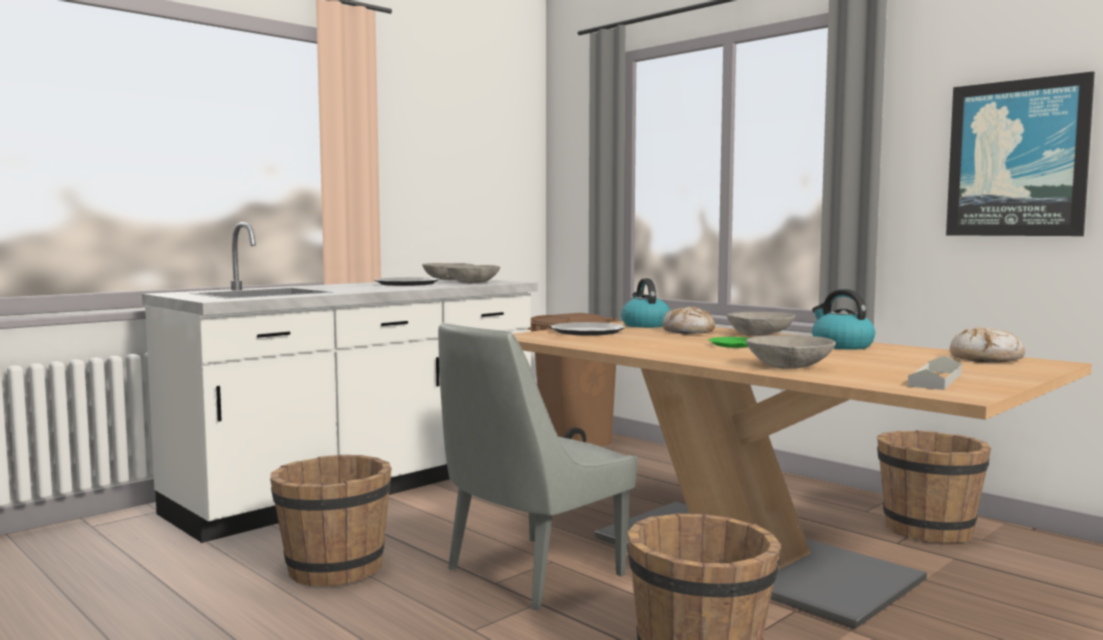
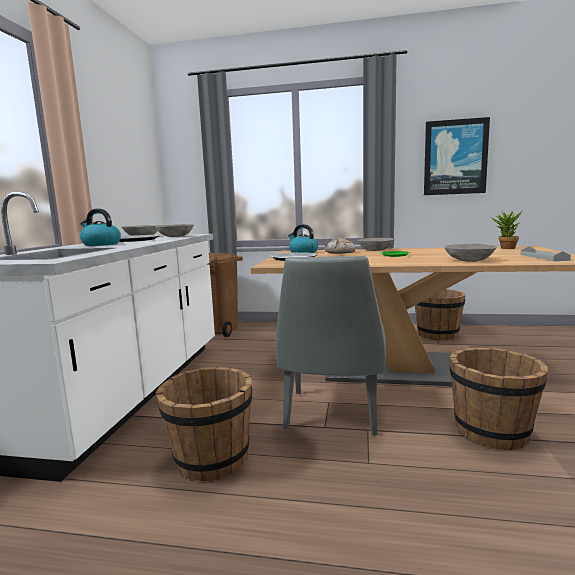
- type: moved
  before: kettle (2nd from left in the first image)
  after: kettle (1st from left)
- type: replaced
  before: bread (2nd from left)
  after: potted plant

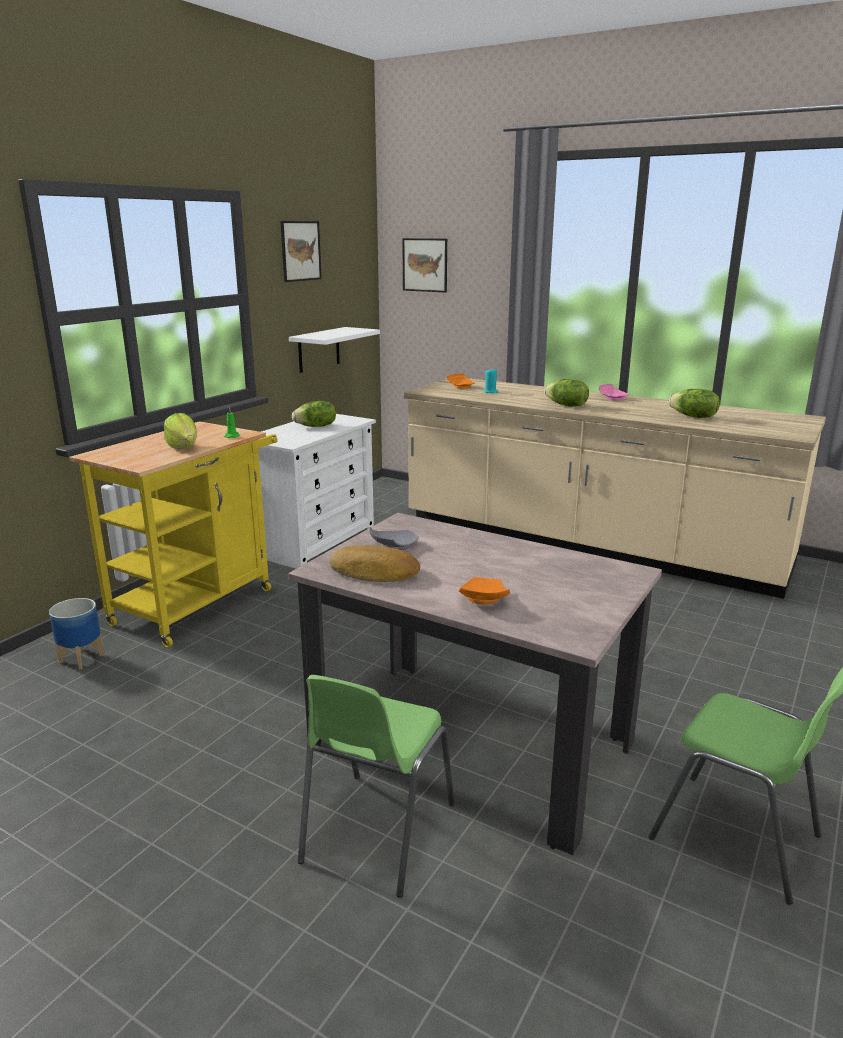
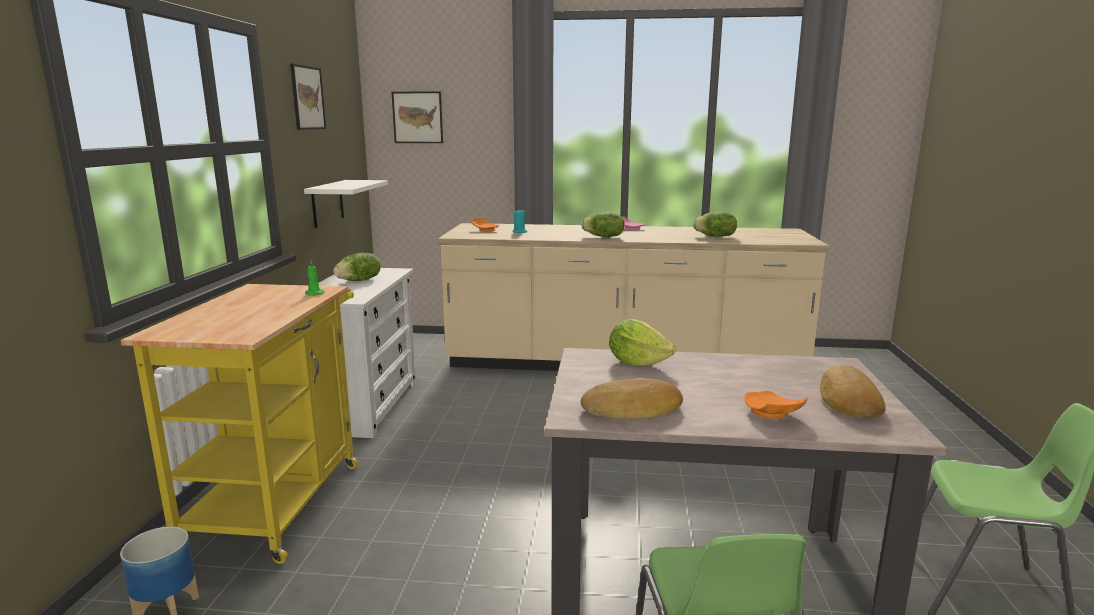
- type: moved
  before: lettuce (1st from left in the first image)
  after: lettuce (3rd from left)
- type: added
  after: bread (2nd from left)
- type: removed
  before: grey plate

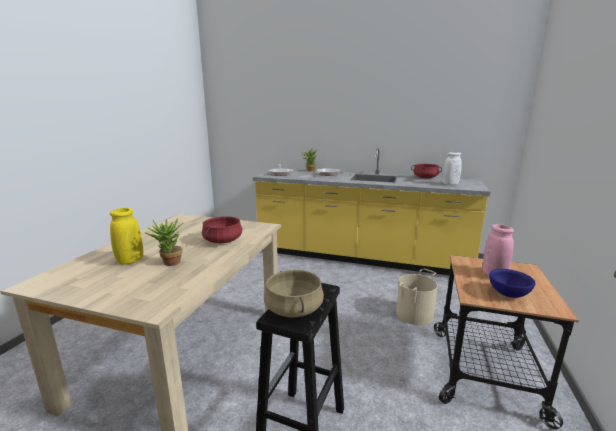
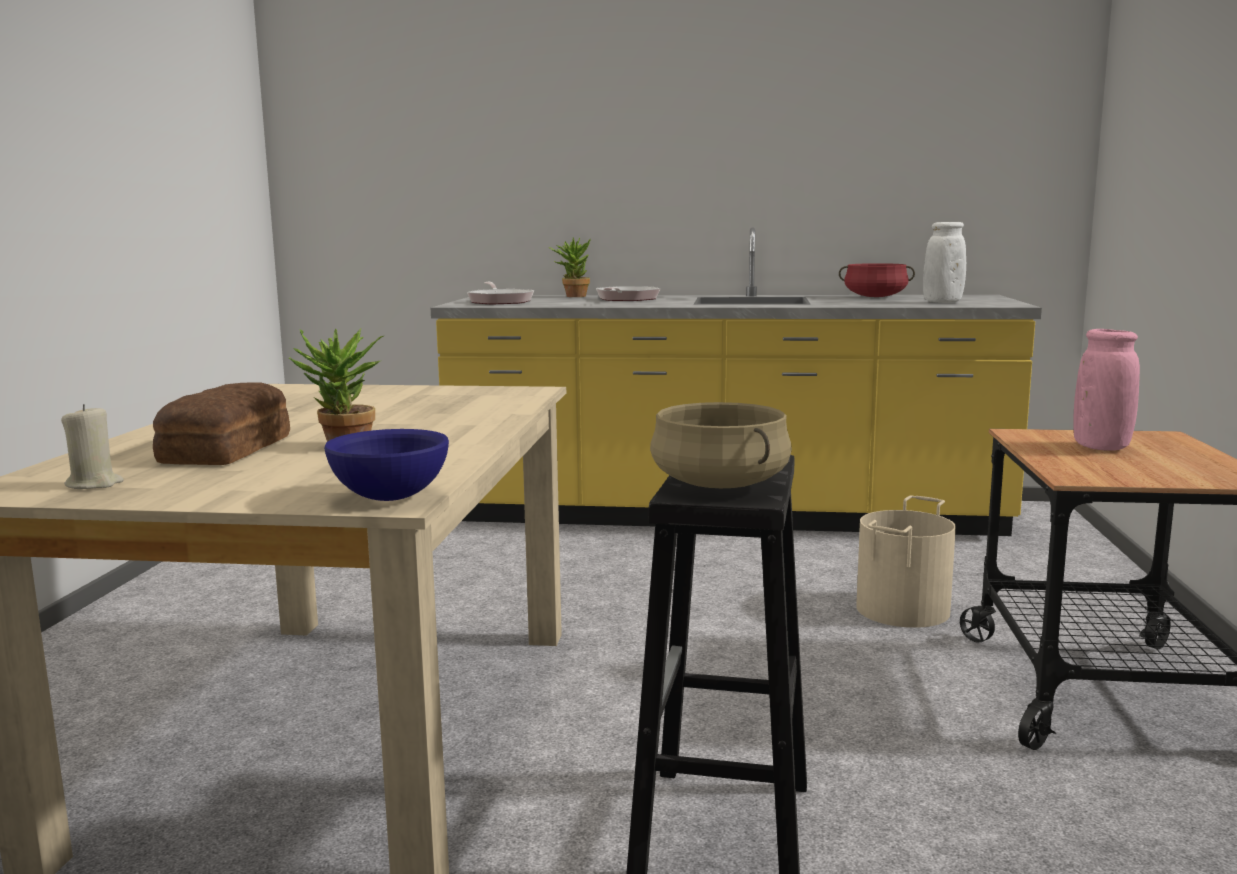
- type: added
  after: beige candle
- type: replaced
  before: yellow vase
  after: bread
- type: moved
  before: blue bowl
- type: removed
  before: red cooking pot (1st from left)

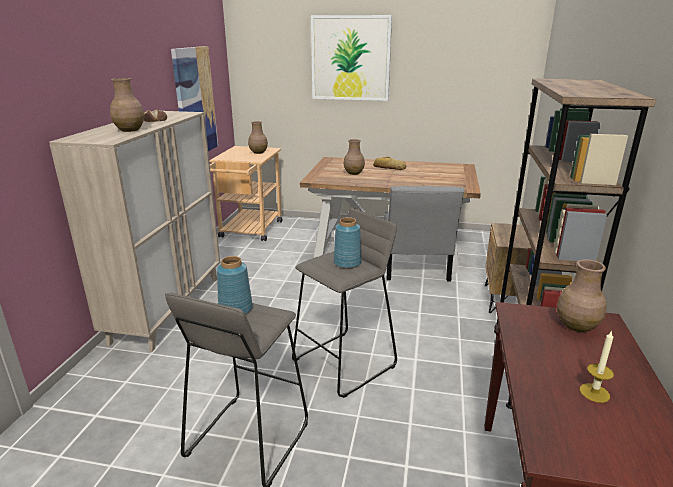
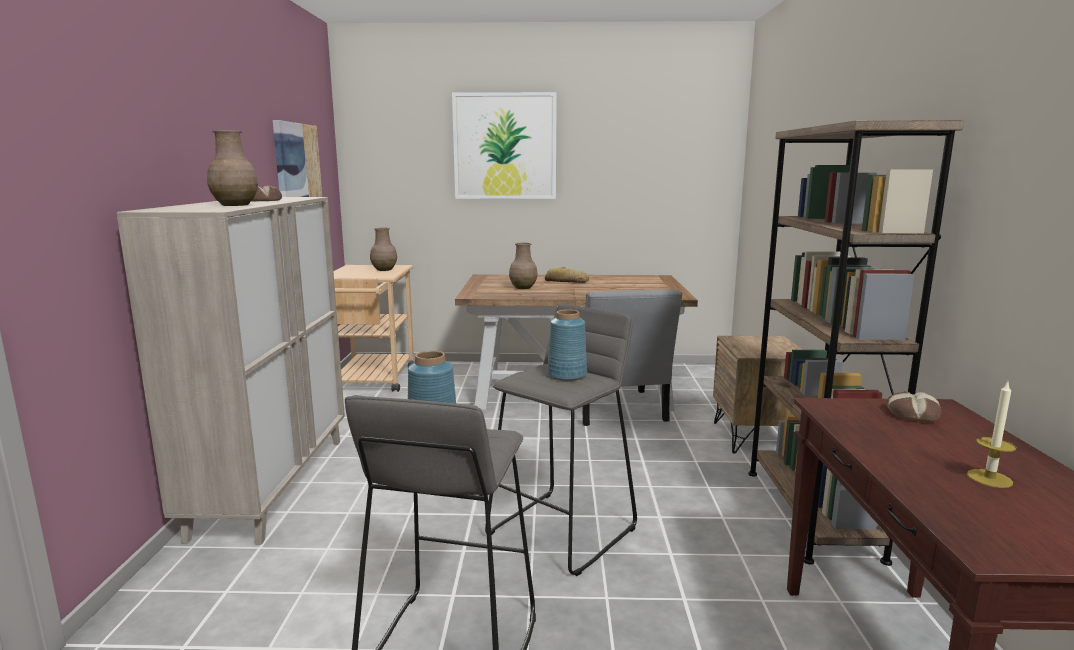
- type: replaced
  before: brown vase (4th from left)
  after: bread (3rd from left)

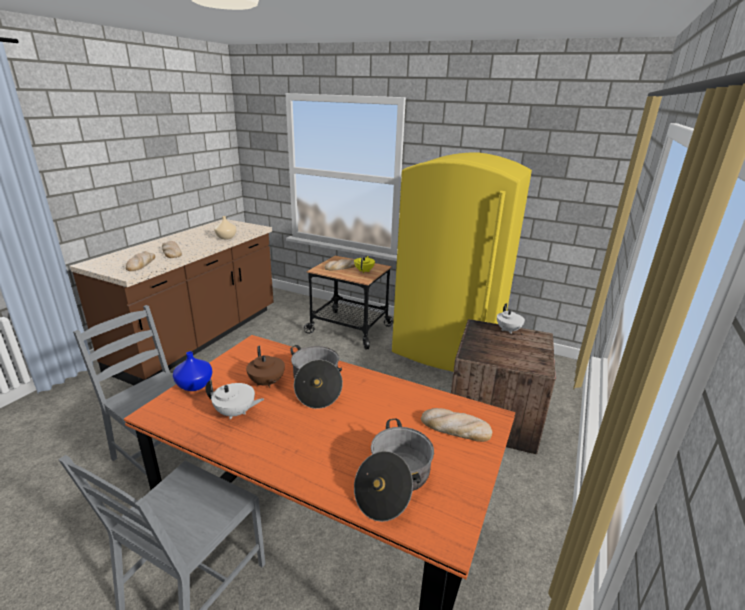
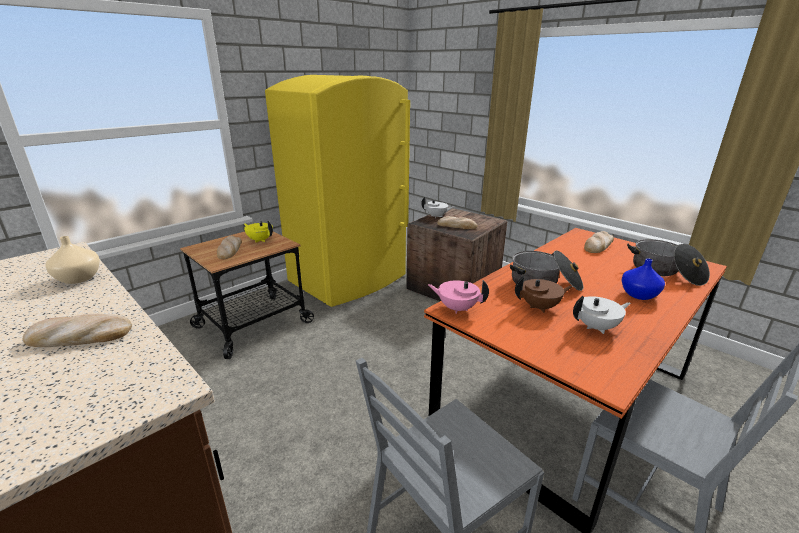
- type: added
  after: pink teapot
- type: moved
  before: bread (1st from left in the first image)
  after: bread (3rd from left)
- type: turned
  before: white teapot (1st from left in the first image)
  turn: 45
- type: moved
  before: blue vase

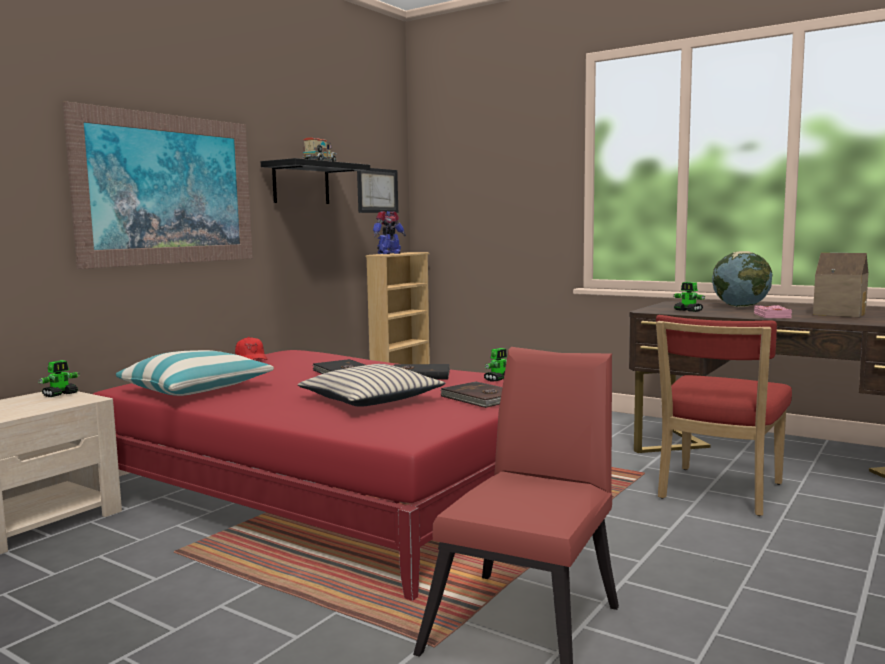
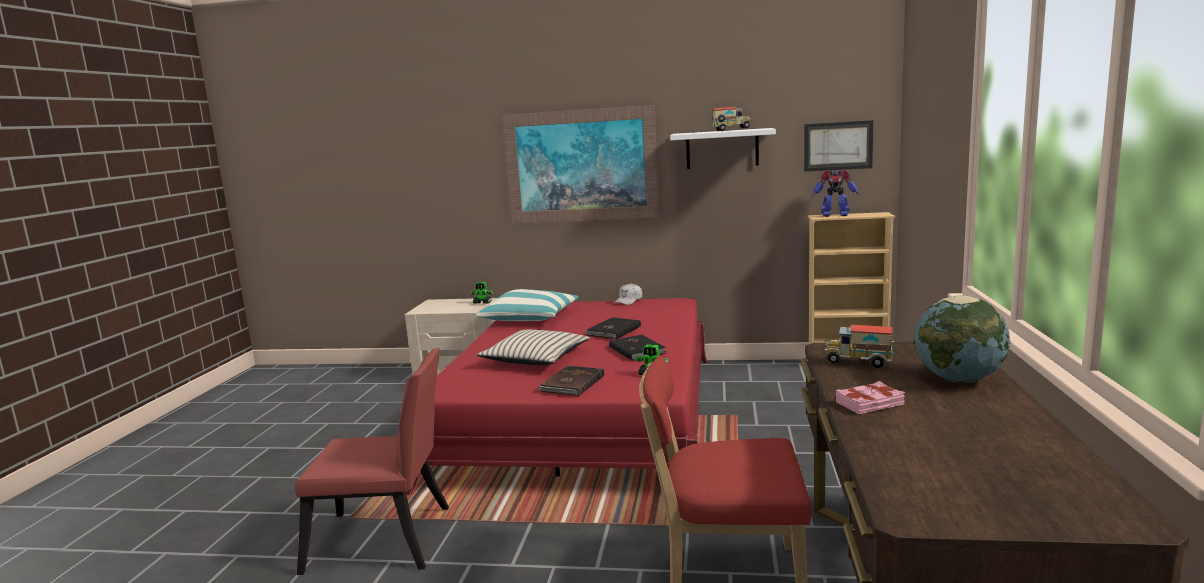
- type: recoloured
  before: red cap
  after: white cap
- type: recoloured
  before: black shelf
  after: white shelf
- type: replaced
  before: toy robot (4th from left)
  after: toy truck (2nd from left)
- type: removed
  before: toy house

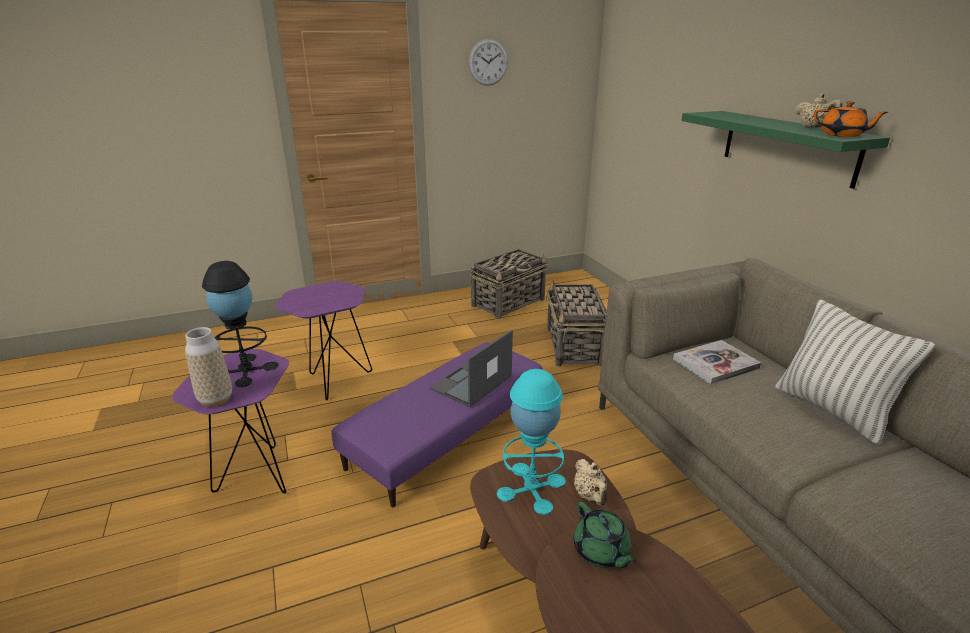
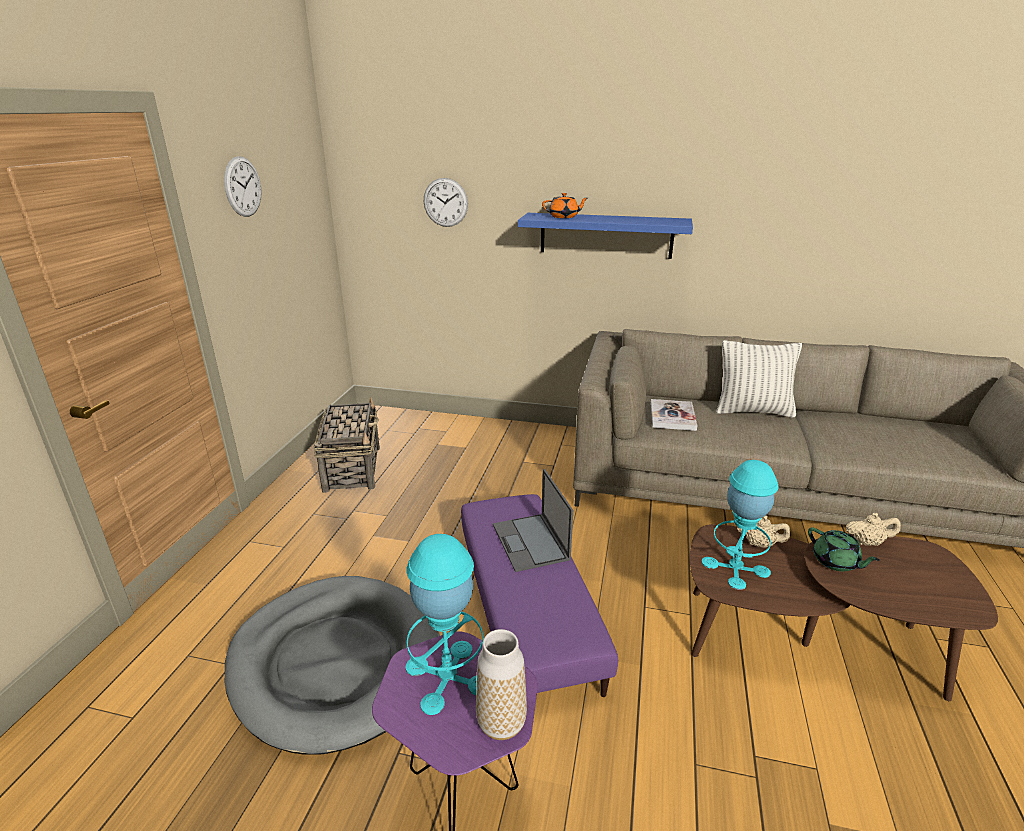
- type: replaced
  before: purple side table (2nd from left)
  after: grey dog bed
- type: recoloured
  before: black table lamp
  after: turquoise table lamp (1st from left)
- type: added
  after: wall clock (2nd from left)
- type: recoloured
  before: green shelf
  after: blue shelf
- type: moved
  before: orange teapot
- type: turned
  before: green teapot
  turn: 45
- type: moved
  before: beige teapot (2nd from left)
- type: removed
  before: basket (2nd from left)

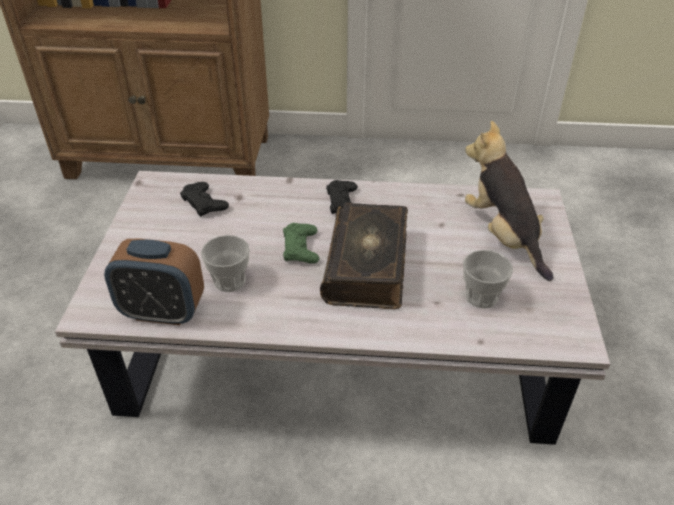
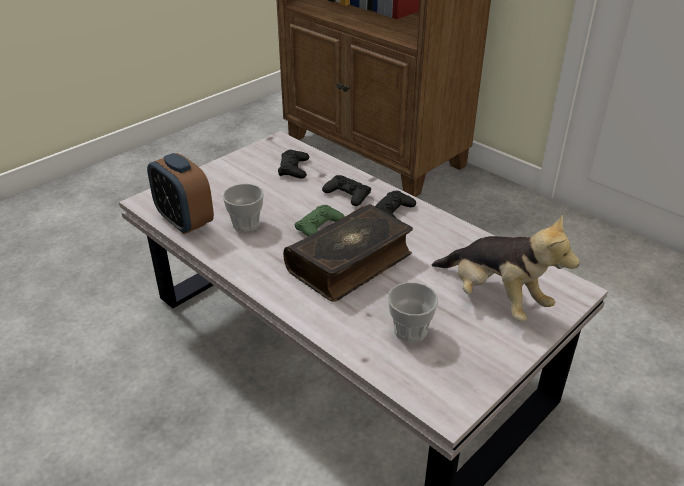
- type: added
  after: black game controller (2nd from left)
- type: turned
  before: plush toy
  turn: 120

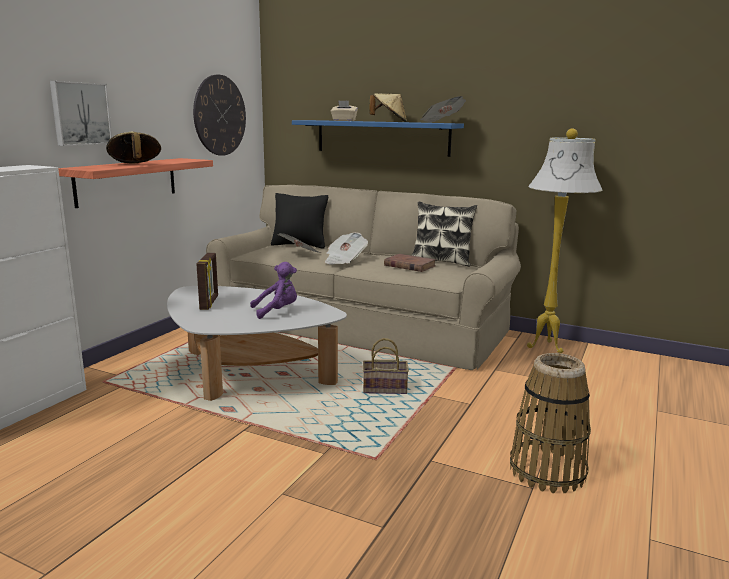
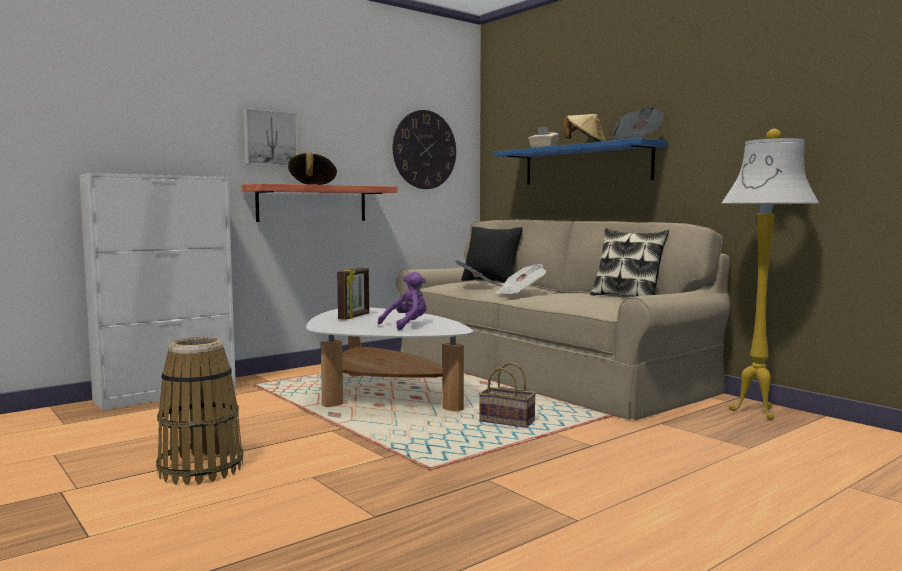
- type: moved
  before: basket (2nd from left in the first image)
  after: basket (1st from left)
- type: turned
  before: purple plush toy
  turn: -45
- type: removed
  before: brown book

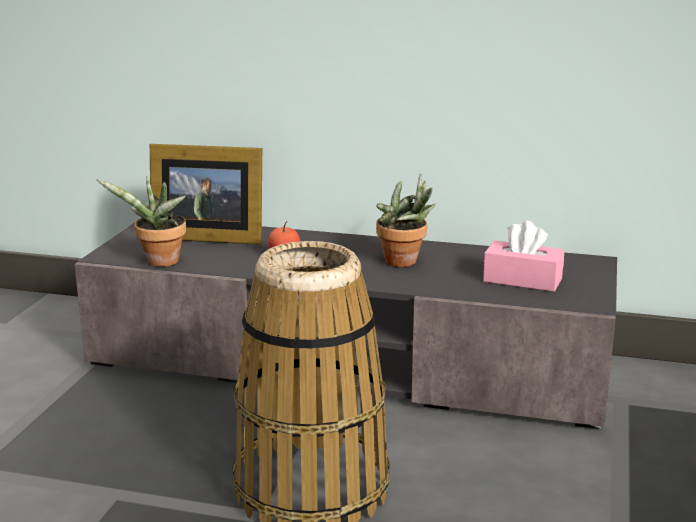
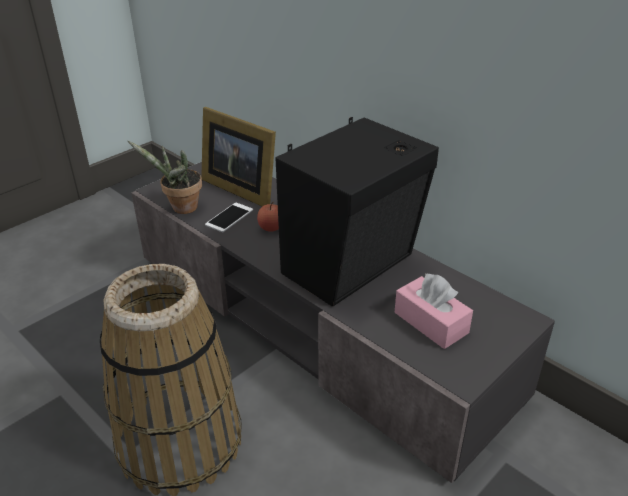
- type: added
  after: phone
- type: replaced
  before: potted plant (2nd from left)
  after: black speaker

